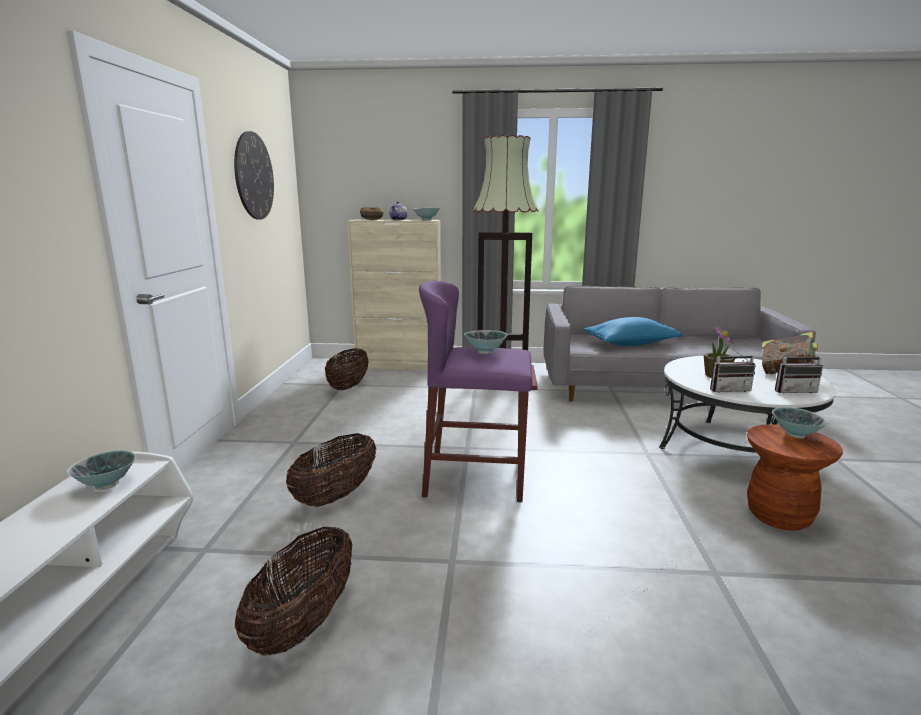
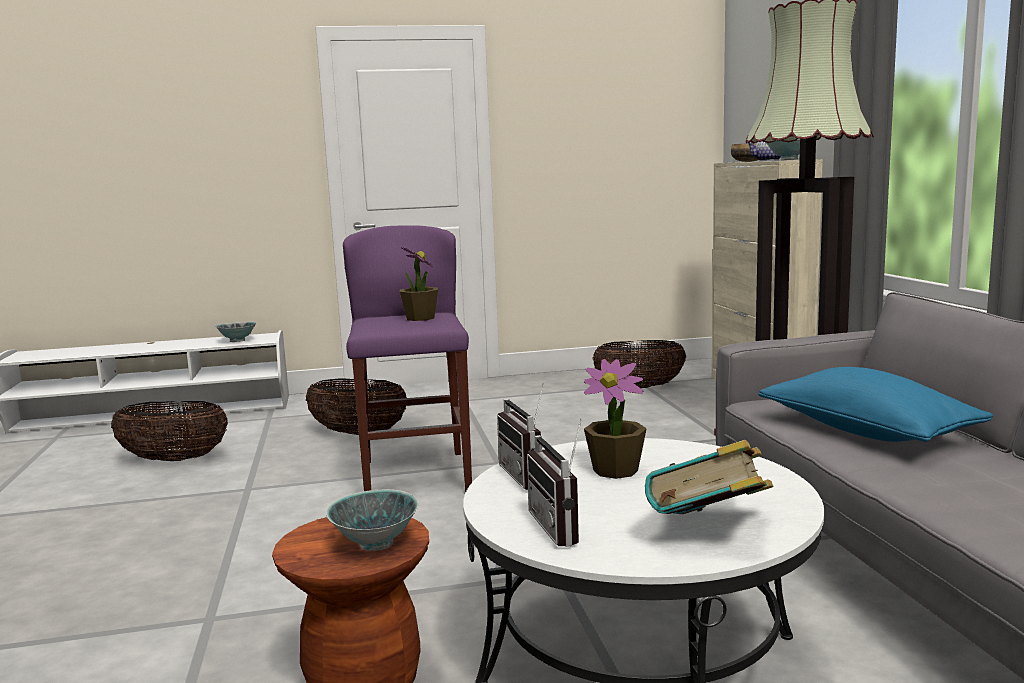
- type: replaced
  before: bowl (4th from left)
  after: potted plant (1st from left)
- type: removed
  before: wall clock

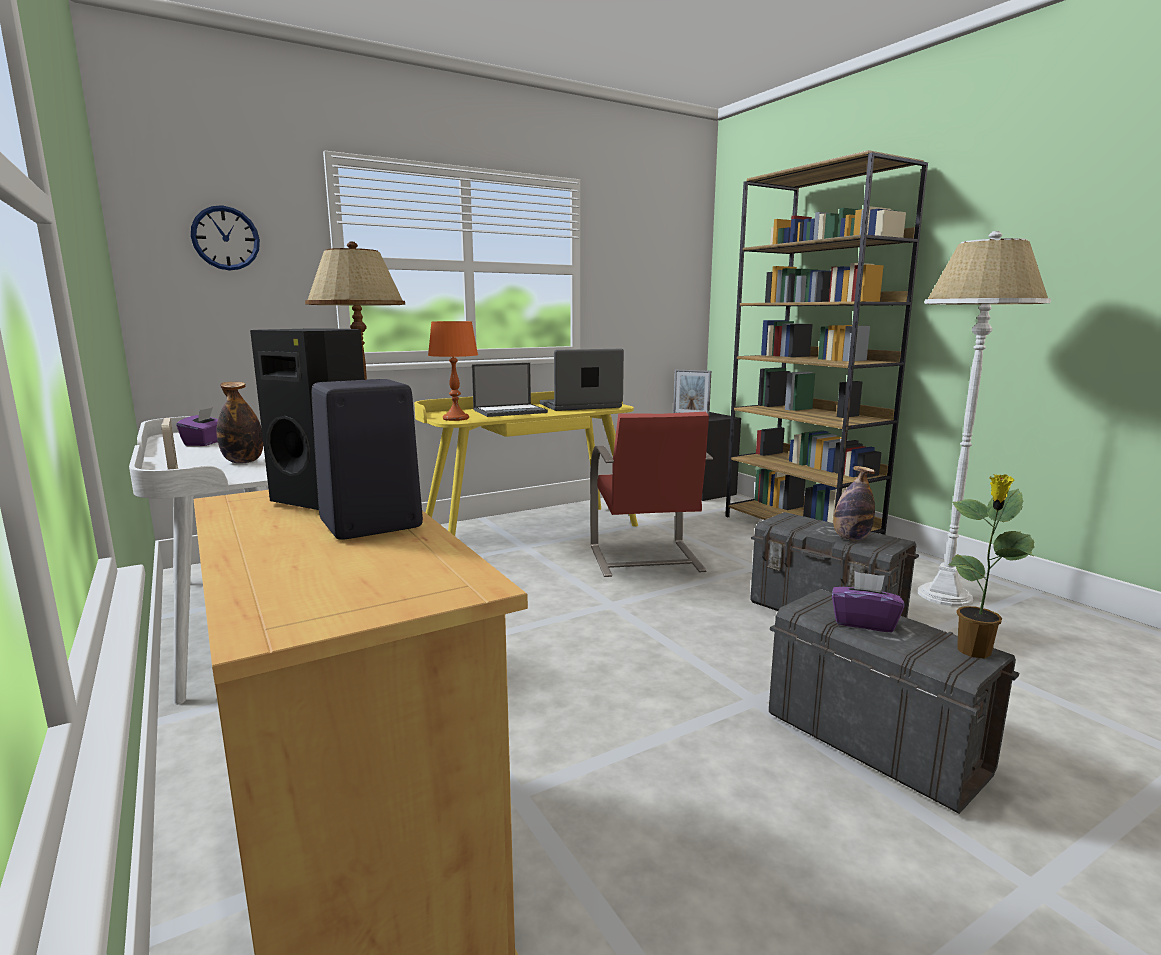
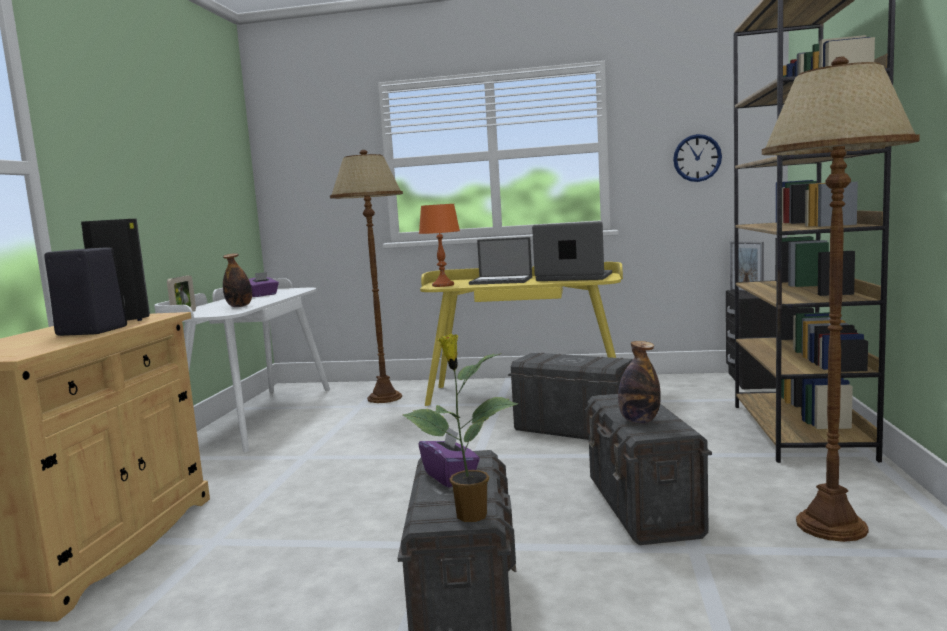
- type: replaced
  before: red chair
  after: grey storage box (2nd from left)
- type: moved
  before: wall clock
- type: recoloured
  before: white floor lamp
  after: brown floor lamp (2nd from left)

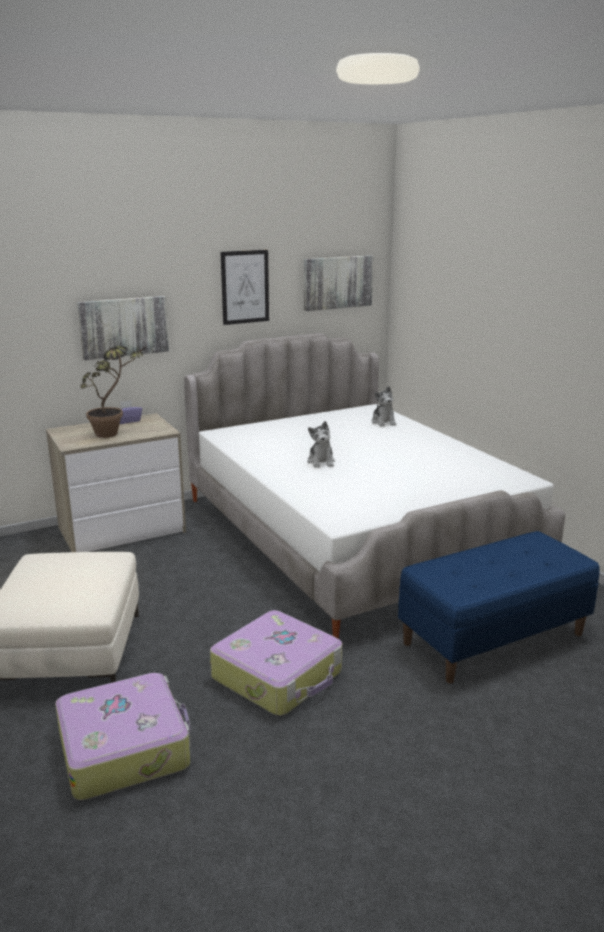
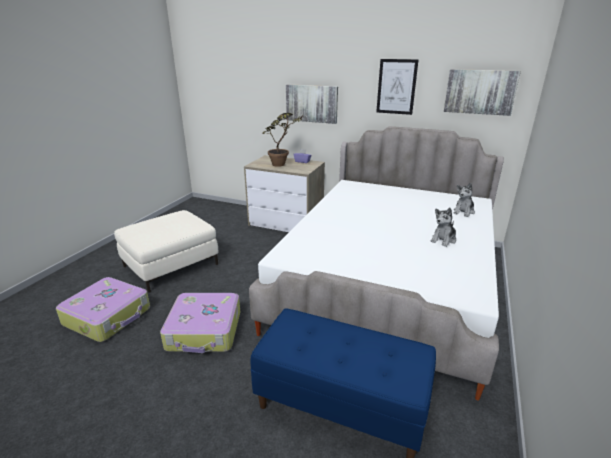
- type: moved
  before: plush toy (1st from left)

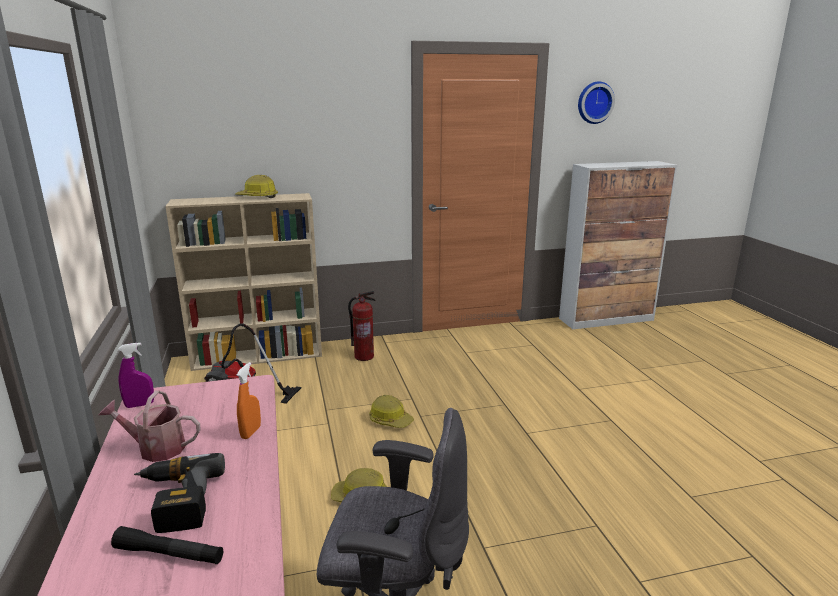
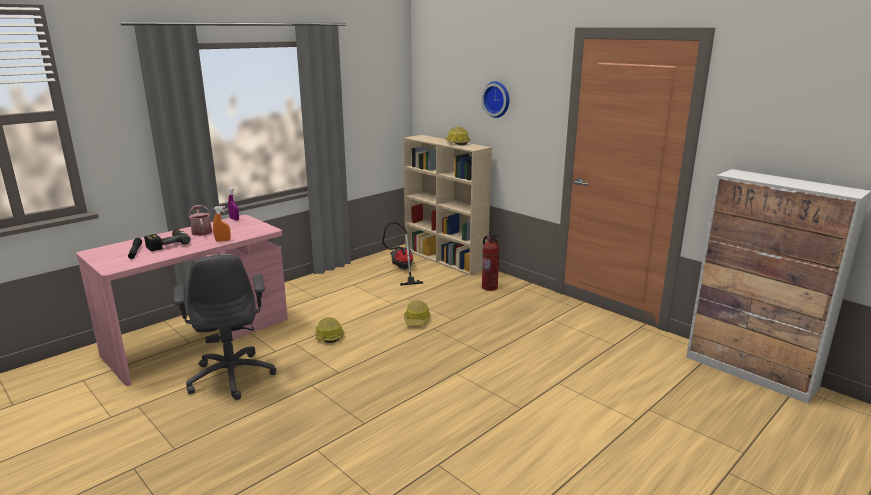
- type: moved
  before: wall clock

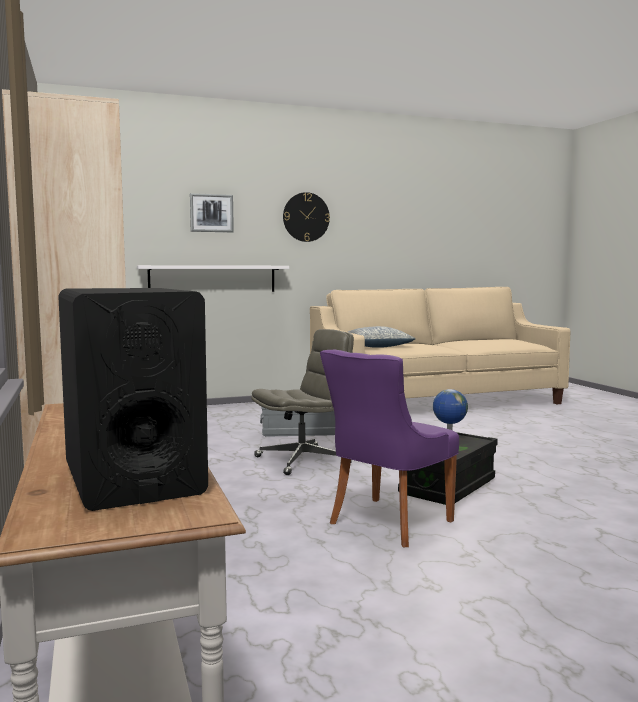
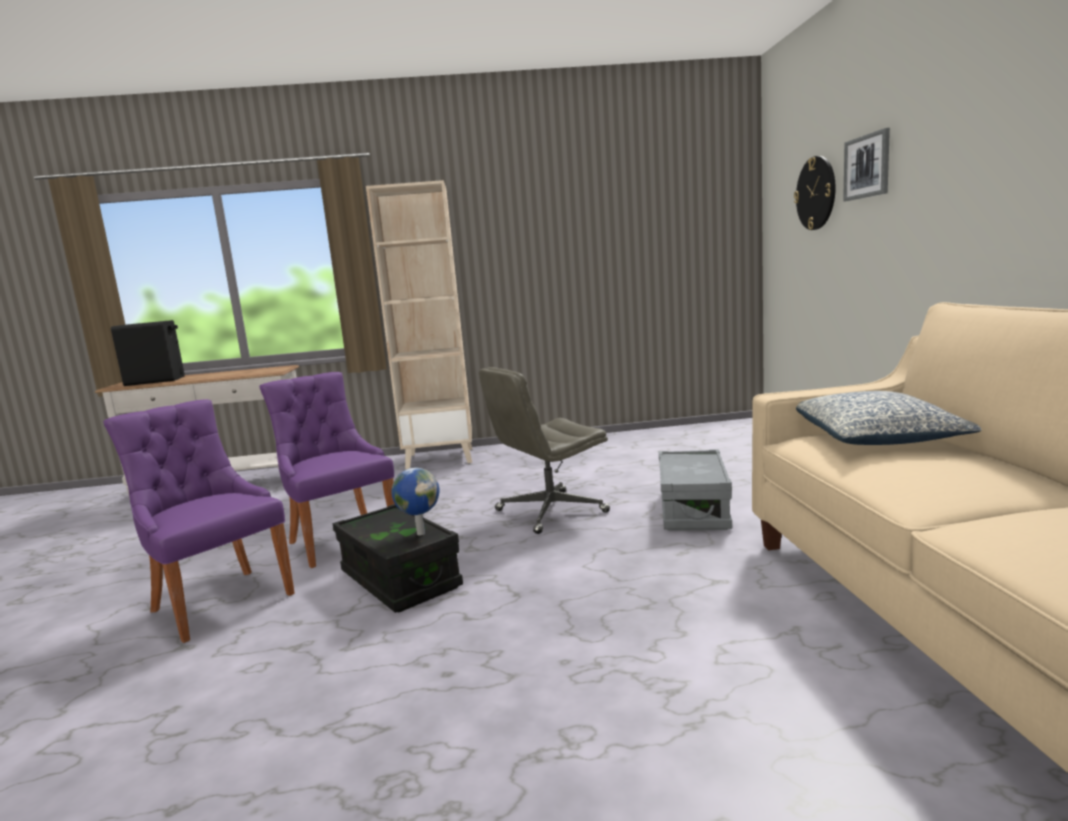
- type: added
  after: purple chair (1st from left)
- type: turned
  before: grey office chair
  turn: 75
- type: moved
  before: wall clock
- type: removed
  before: white shelf

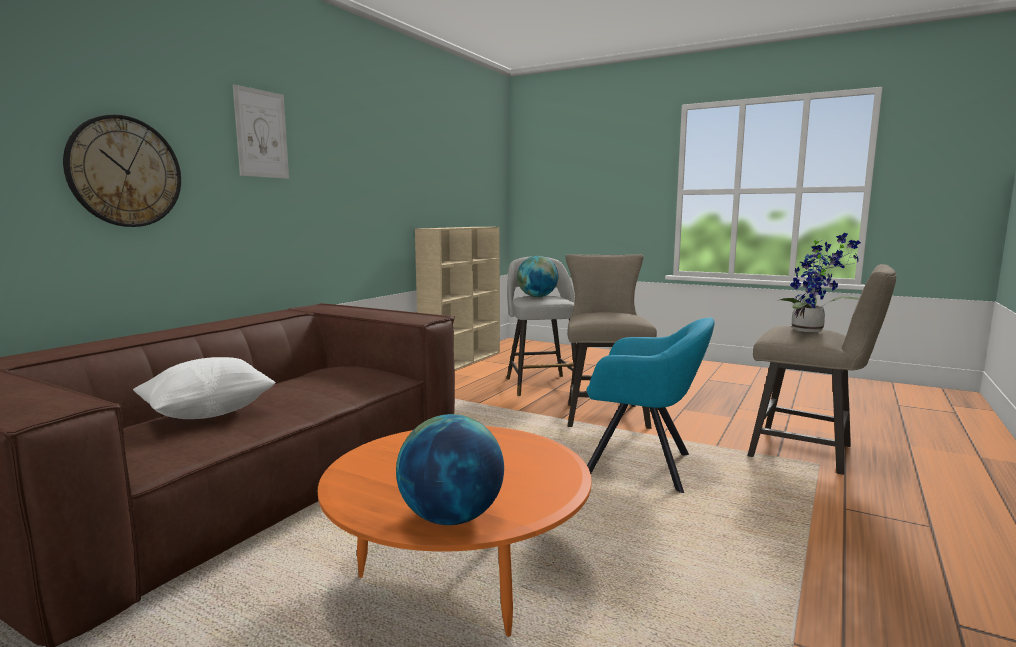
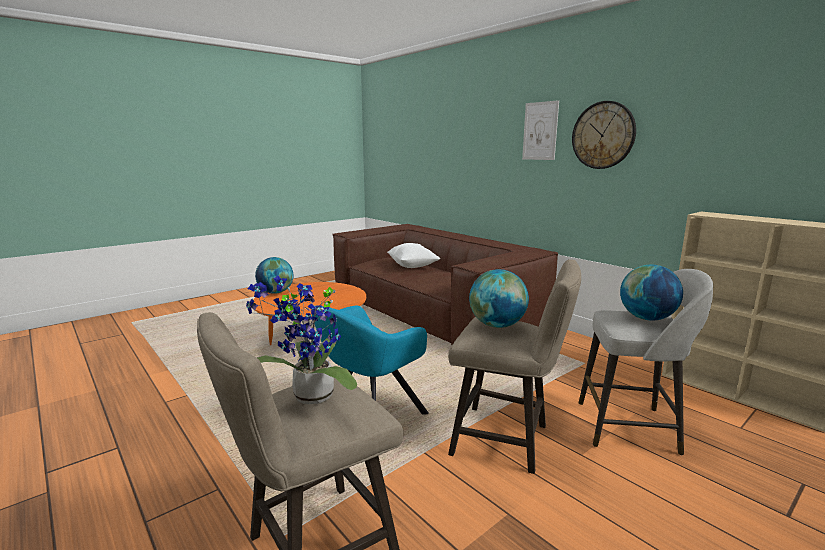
- type: added
  after: globe (2nd from left)
- type: moved
  before: wall clock

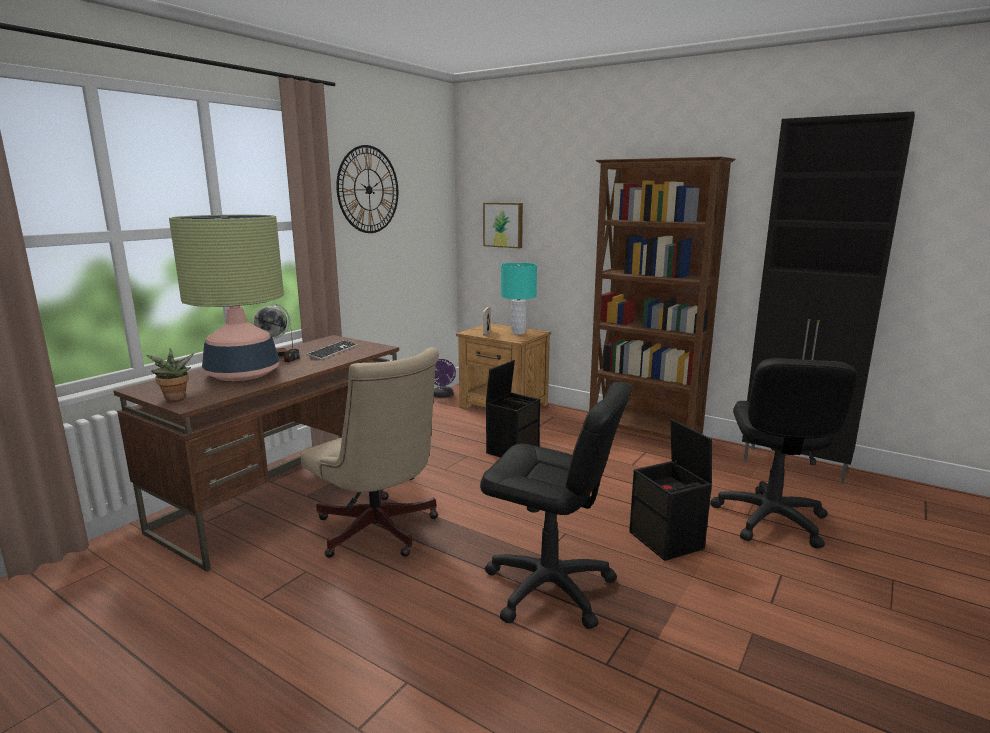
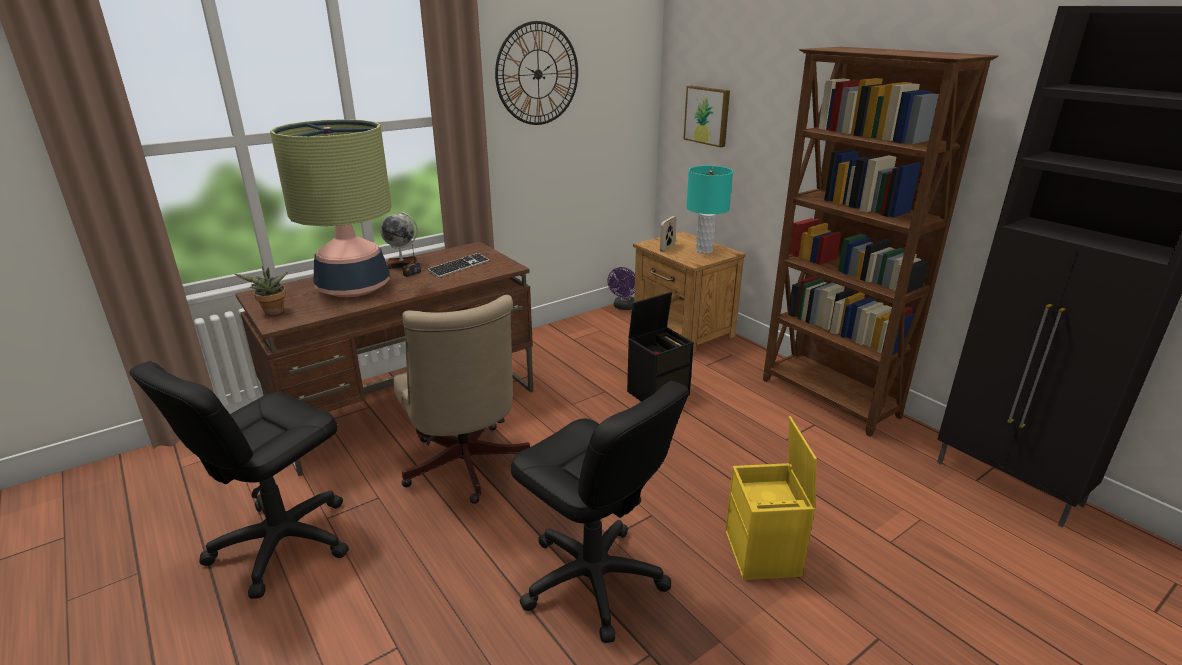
- type: moved
  before: black office chair (2nd from left in the first image)
  after: black office chair (1st from left)
- type: recoloured
  before: black storage box (2nd from left)
  after: yellow storage box

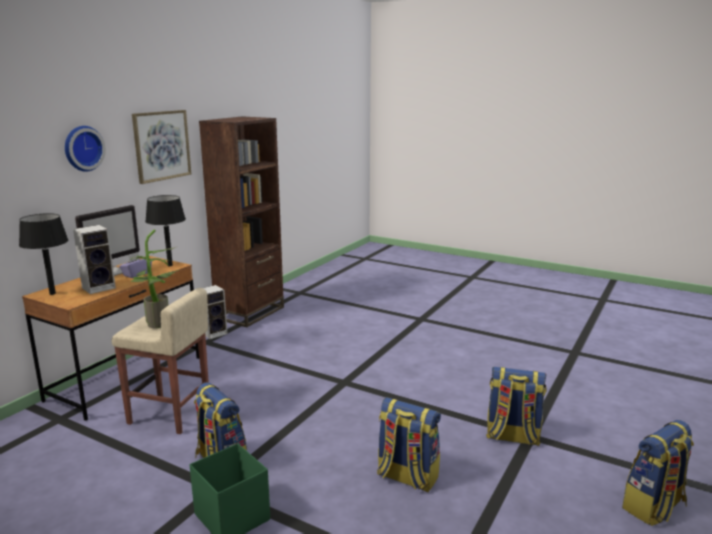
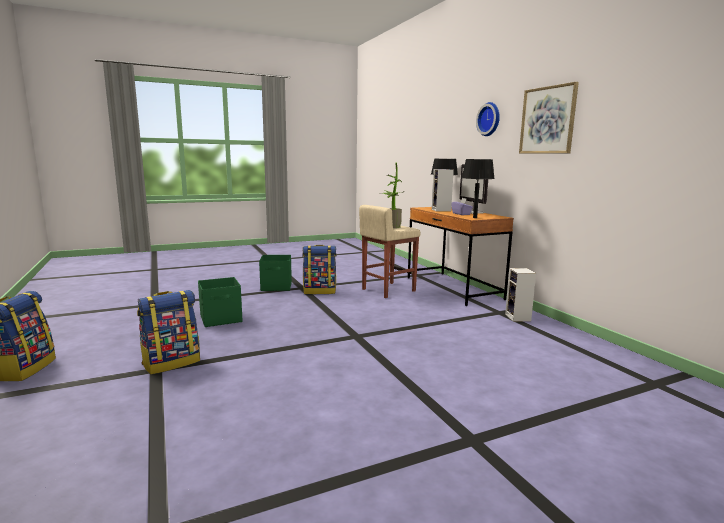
- type: replaced
  before: backpack (2nd from left)
  after: green storage box (1st from left)
- type: removed
  before: brown bookcase

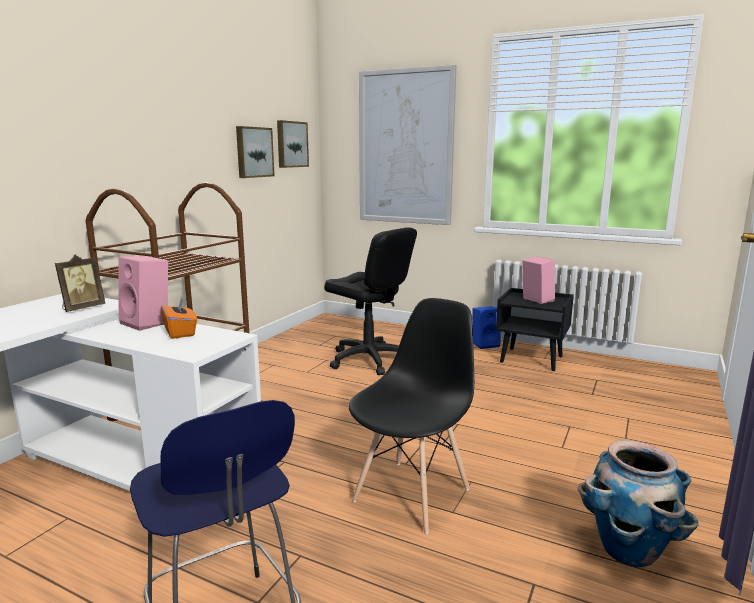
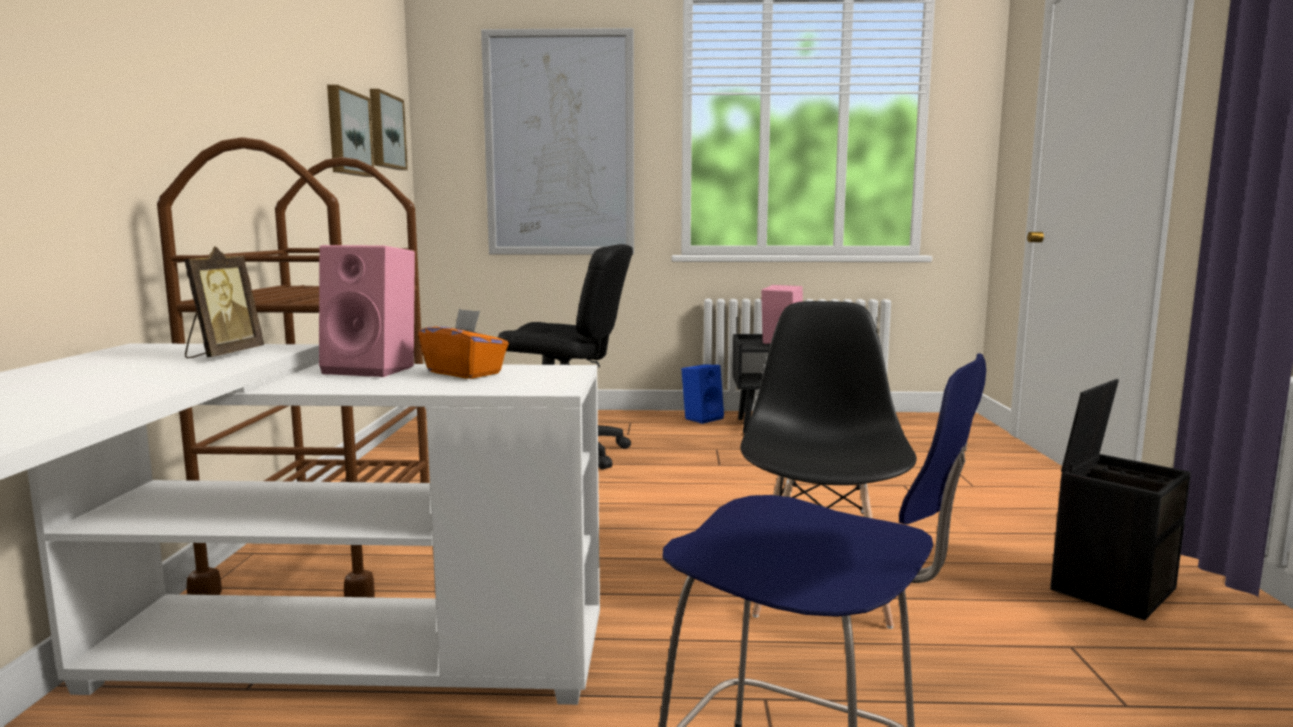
- type: replaced
  before: planter
  after: black storage box

